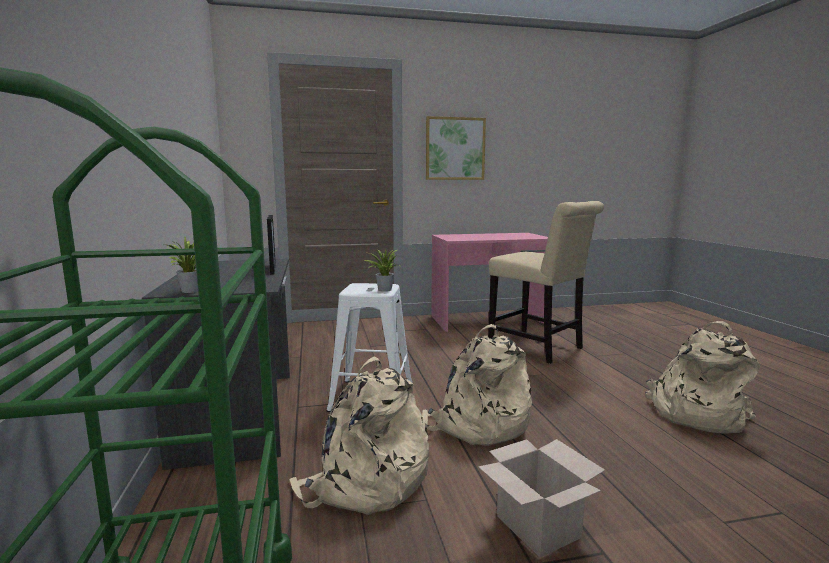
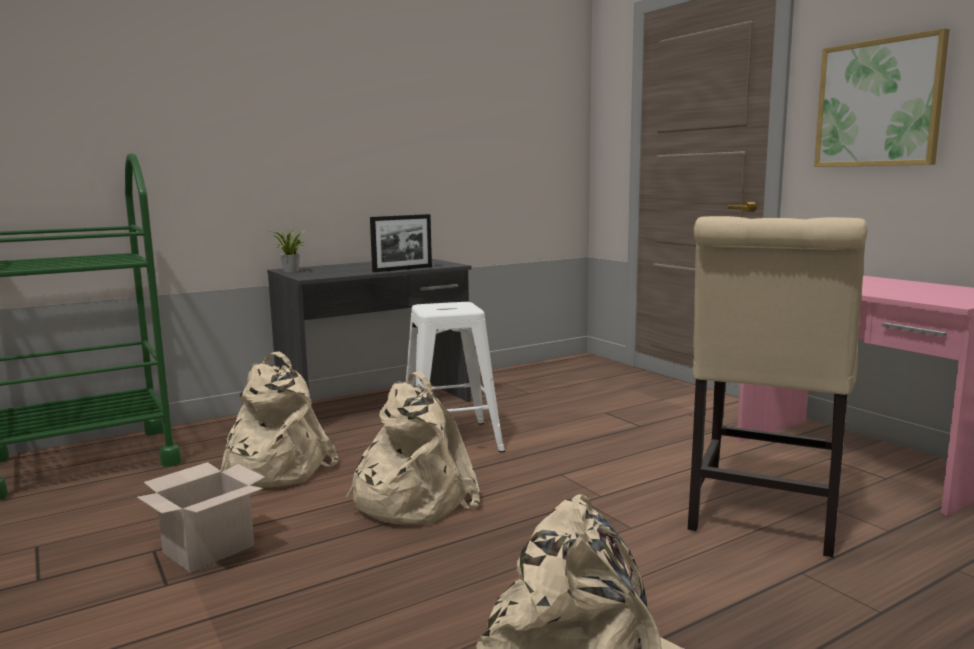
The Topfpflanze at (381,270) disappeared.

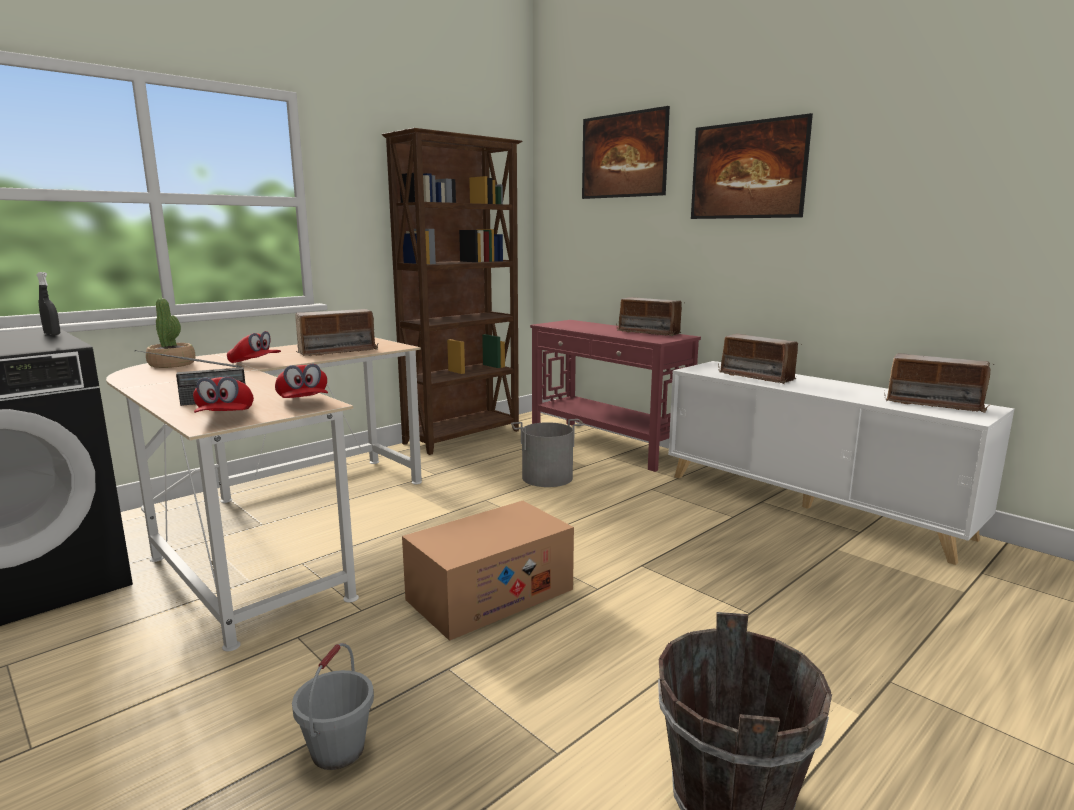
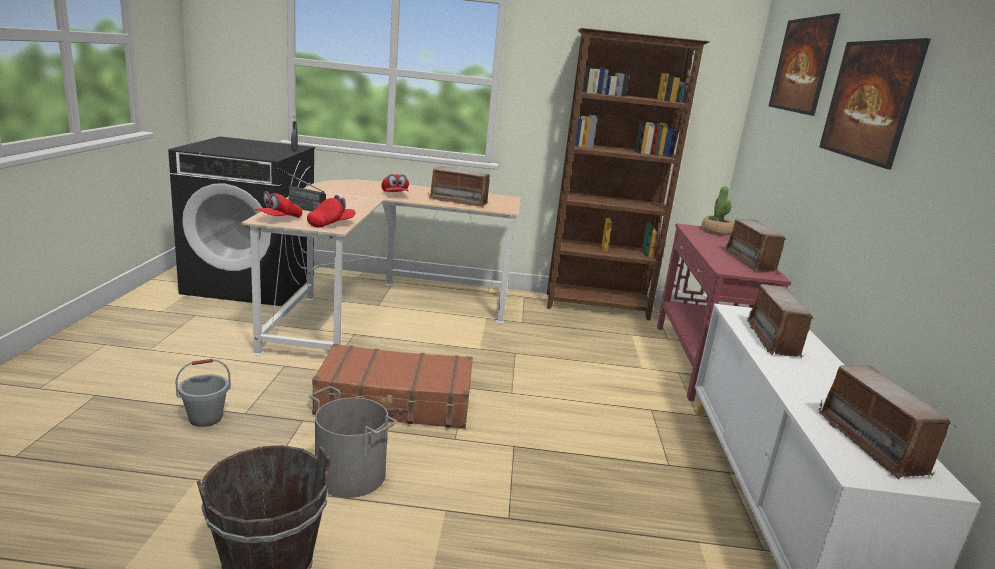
The Kappe (rot) at (301,380) turned 150 degrees counterclockwise.
The Eimer (grau) moved from (547,453) to (353,442).
The Karton at (488,571) was replaced by the Koffer (braun) at (392,386).
The Topfpflanze moved from (170,333) to (717,211).

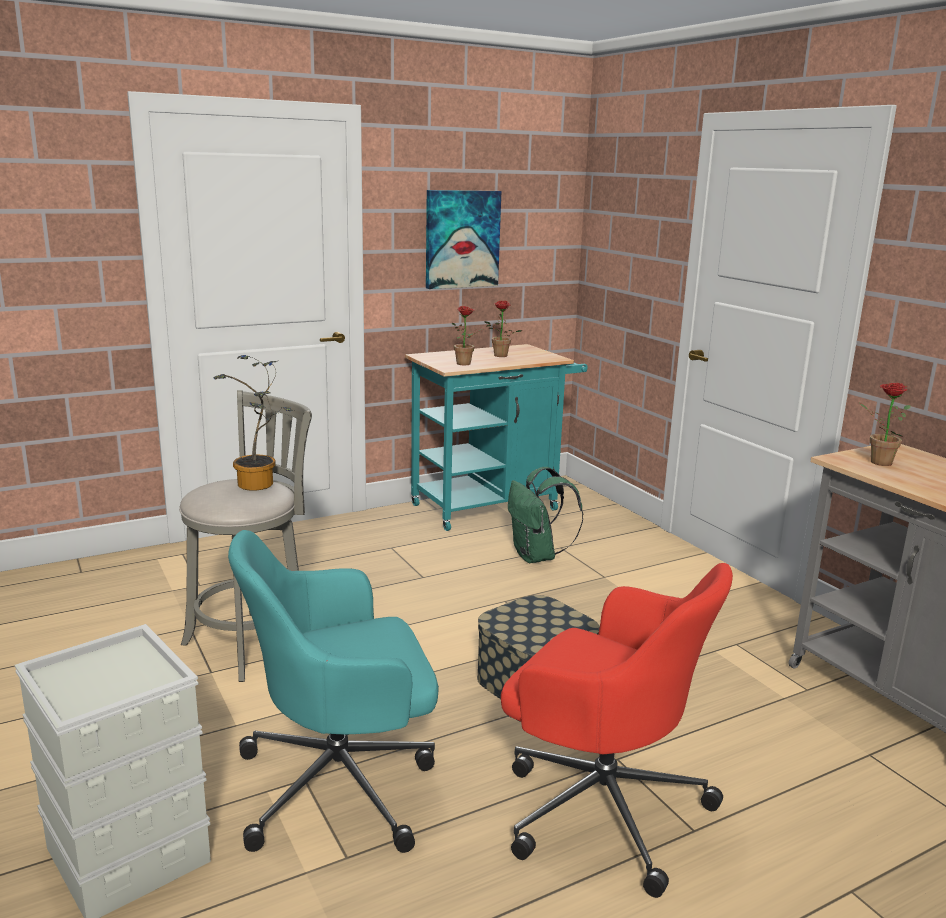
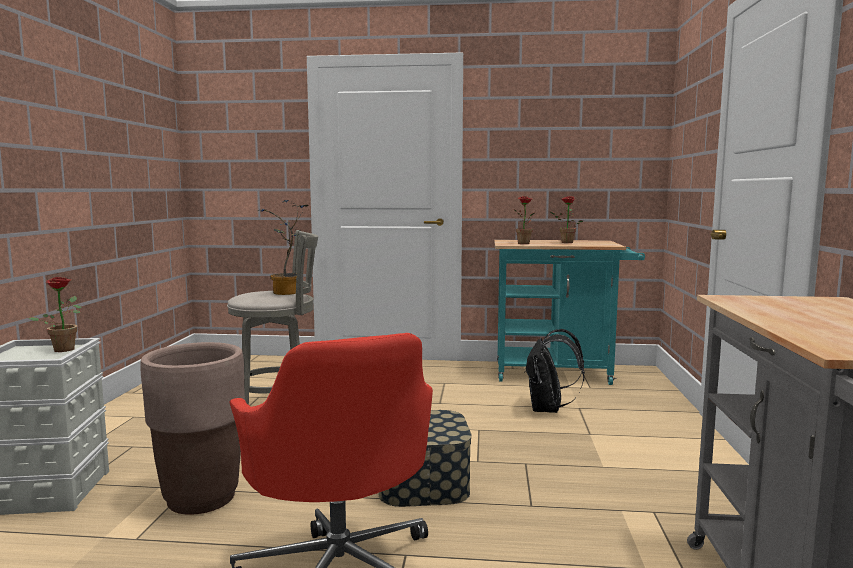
The Topfpflanze moved from (885,424) to (55,314).
The Bürostuhl (türkis) at (333,691) was replaced by the Pflanzkübel (braun) at (192,428).
The Rucksack (grün) at (545,515) became the Rucksack (schwarz) at (555,371).
The Bild at (463,239) disappeared.

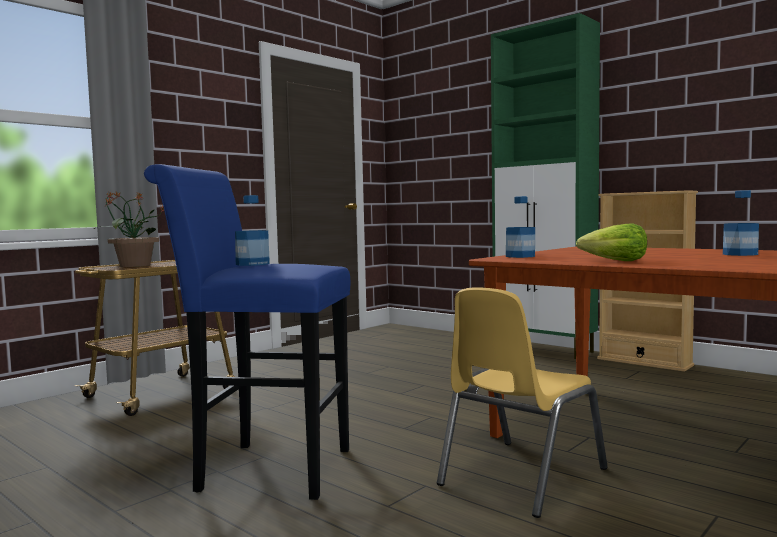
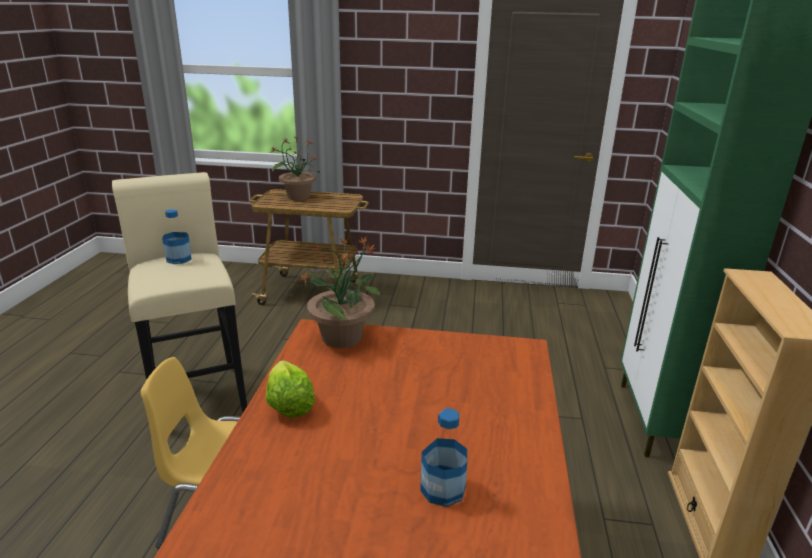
The Hocker (blau) at (247,332) became the Hocker (beige) at (179,292).
The Flasche at (520,227) was replaced by the Topfpflanze at (340,292).

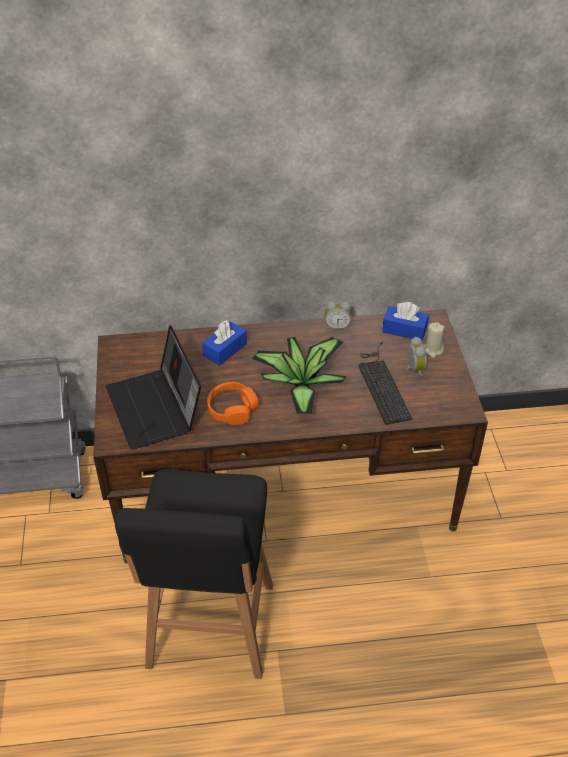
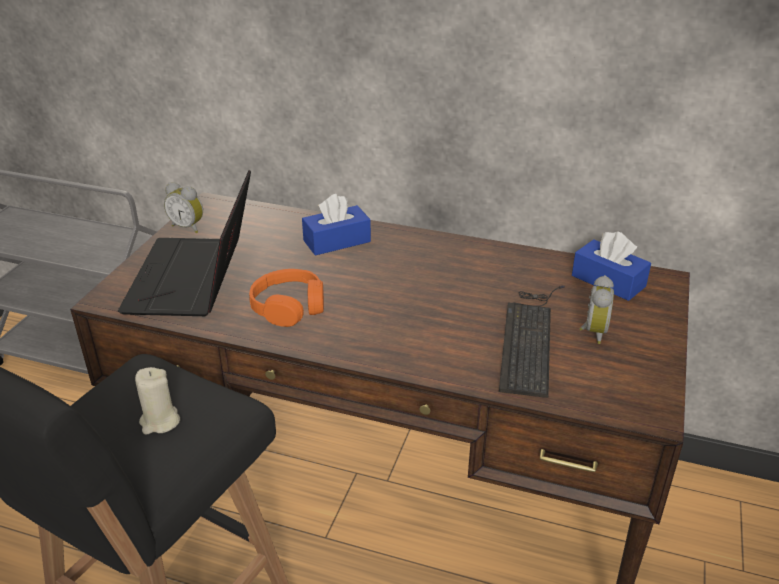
The Kerze (beige) moved from (434,340) to (157,401).
The Wecker moved from (338,315) to (183,207).
The Topfpflanze at (299,375) disappeared.

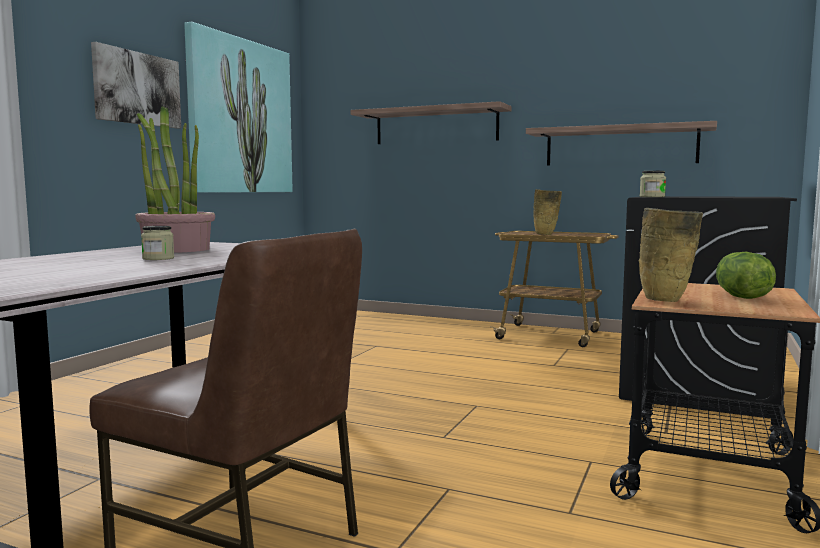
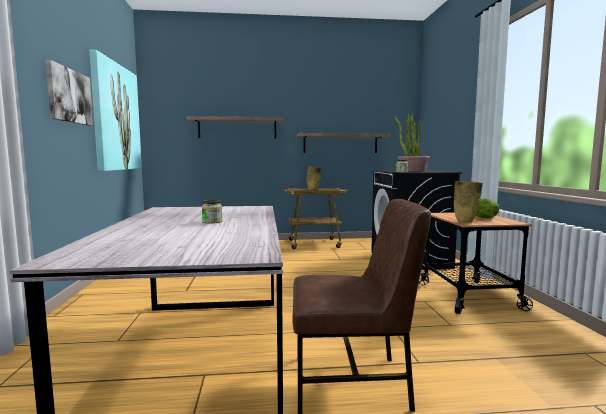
The Topfpflanze moved from (175,179) to (412,142).

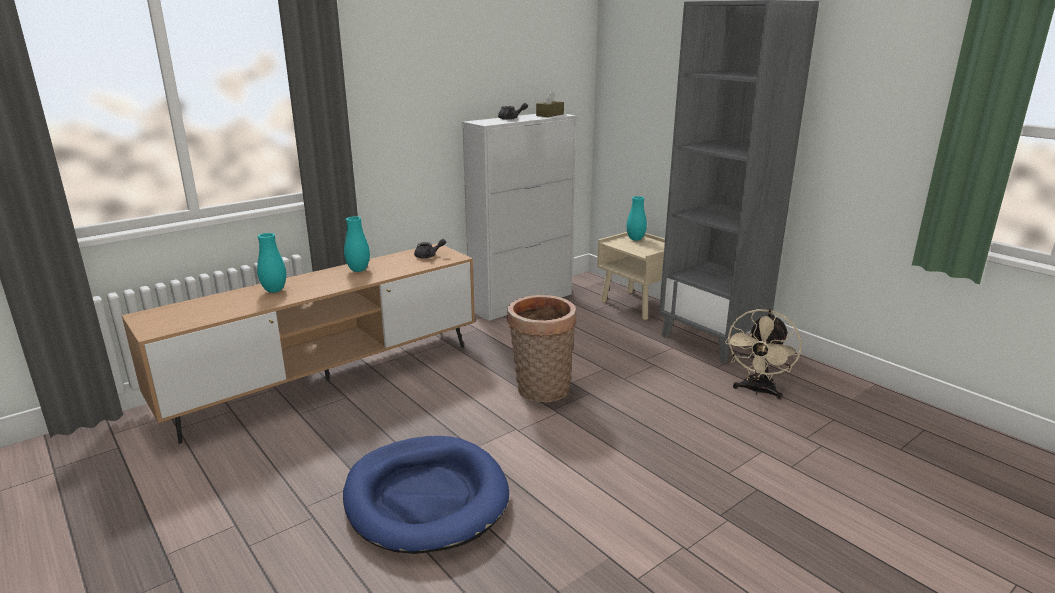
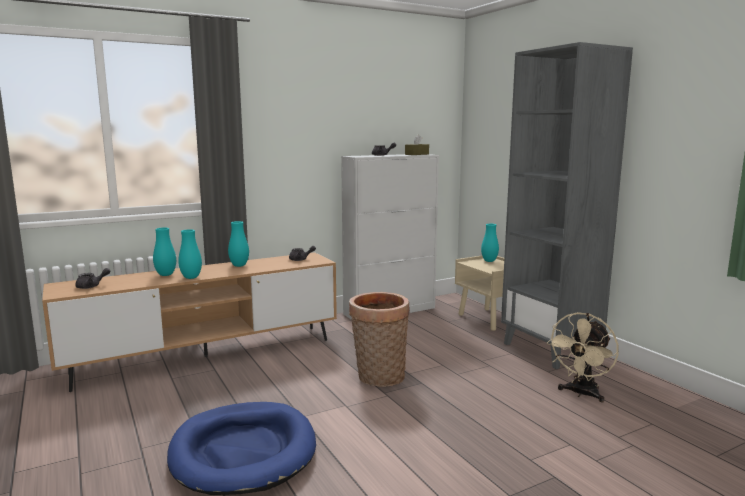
The Teekanne (grau) at (92,278) appeared.
The Vase (türkis) at (190,254) appeared.

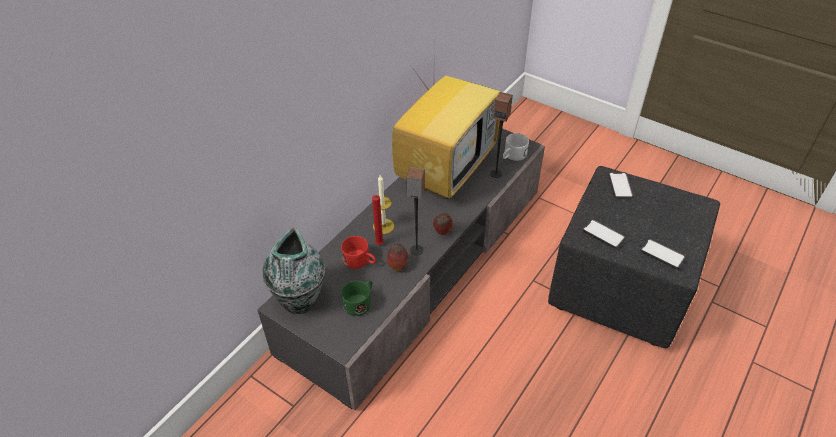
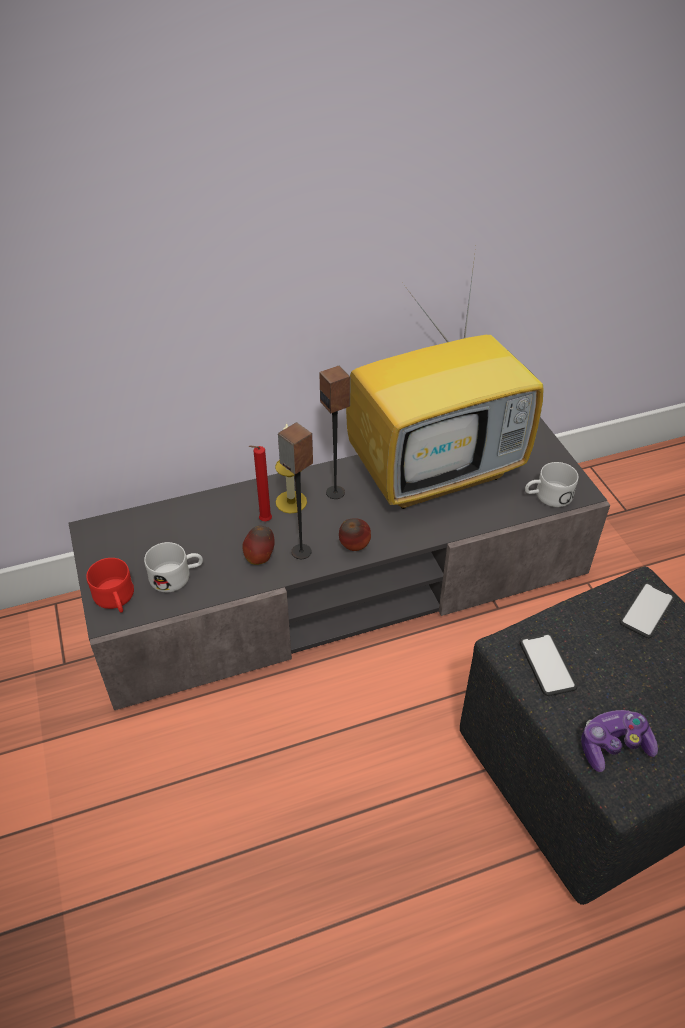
The Henkelbecher (rot) moved from (358,252) to (110,585).
The Henkelbecher (grün) at (356,298) became the Henkelbecher (weiß) at (173,567).
The Lautsprecher moved from (501,135) to (335,432).
The Handy at (663,253) was replaced by the Gamepad at (619,741).
The Vase at (294,270) disappeared.

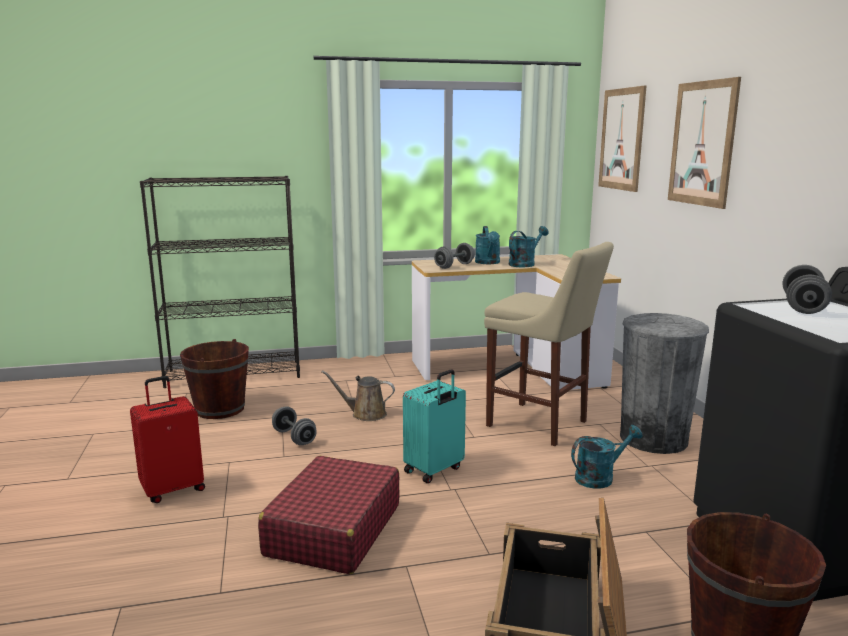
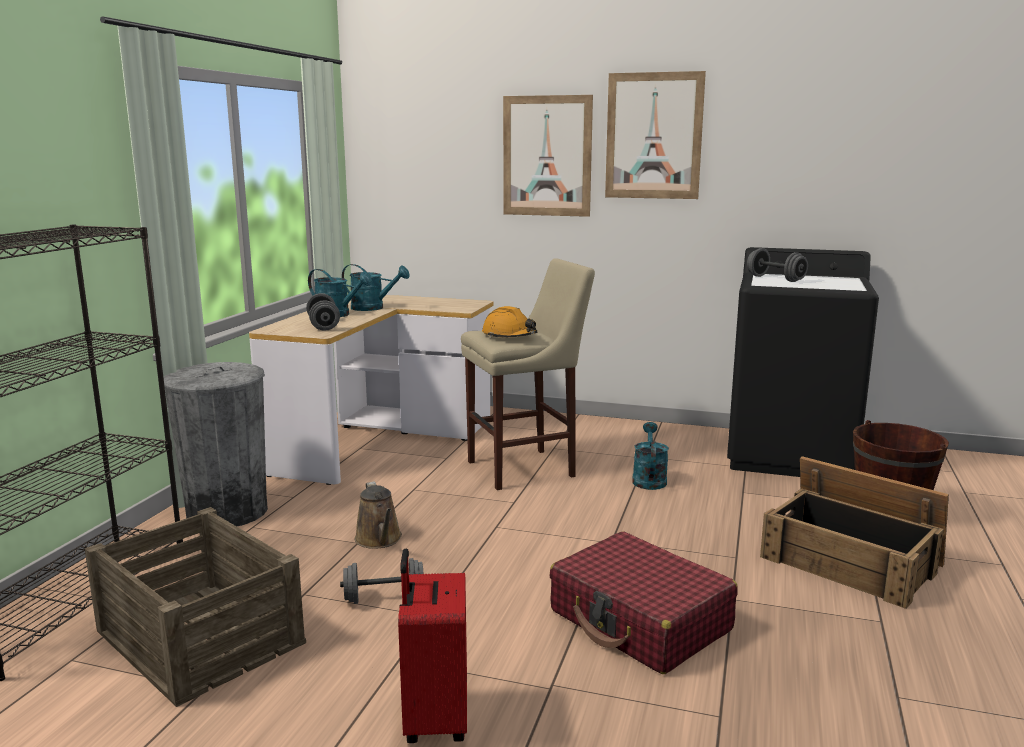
The Eimer (braun) at (214,379) was replaced by the Kiste at (195,607).
The Mülleimer (grau) moved from (664,383) to (215,444).
The Gießkanne (türkis) at (528,246) turned 120 degrees clockwise.
The Gießkanne (braun) at (358,395) turned 60 degrees counterclockwise.
The Schutzhelm (orange) at (509,322) appeared.
The Bild moved from (622,139) to (655,135).
The Koffer (türkis) at (434,426) disappeared.

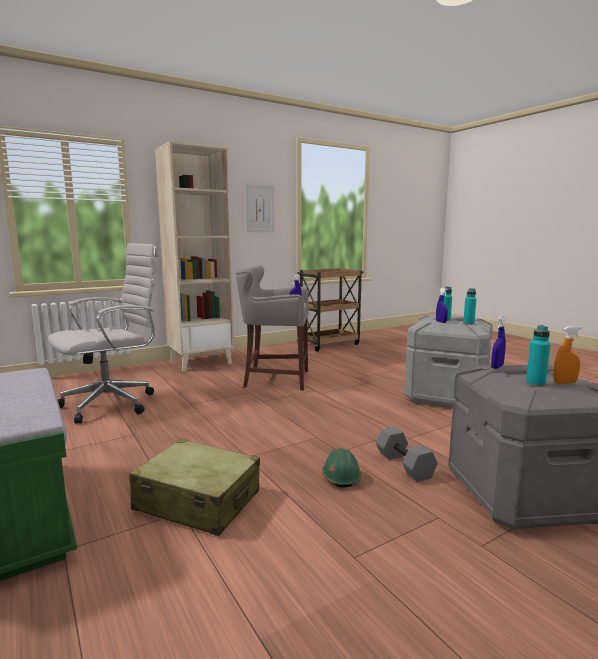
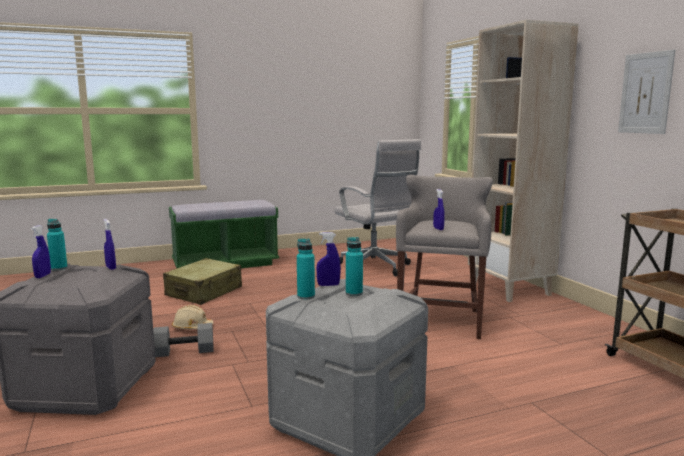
The Sprühflasche (orange) at (568,355) became the Sprühflasche (blau) at (41,251).
The Schutzhelm (grün) at (342,468) became the Schutzhelm (beige) at (192,317).

